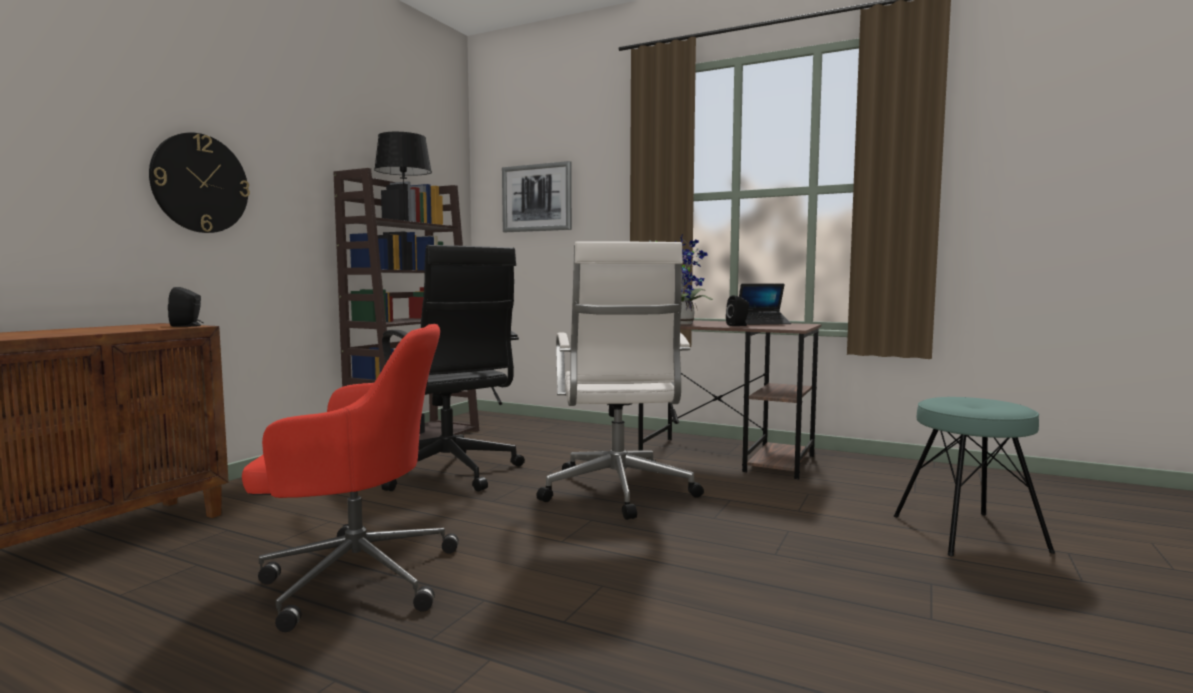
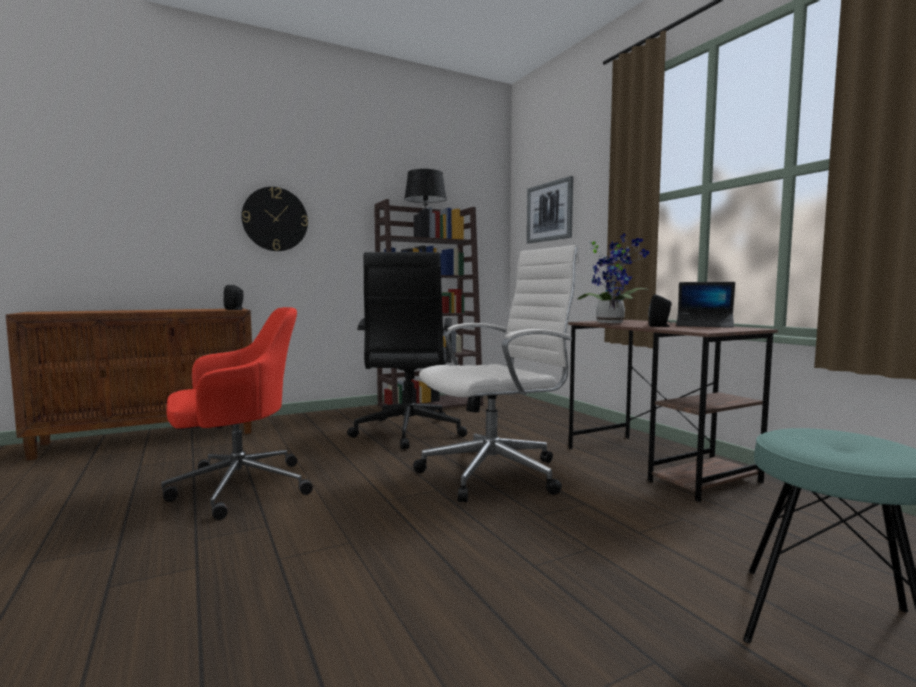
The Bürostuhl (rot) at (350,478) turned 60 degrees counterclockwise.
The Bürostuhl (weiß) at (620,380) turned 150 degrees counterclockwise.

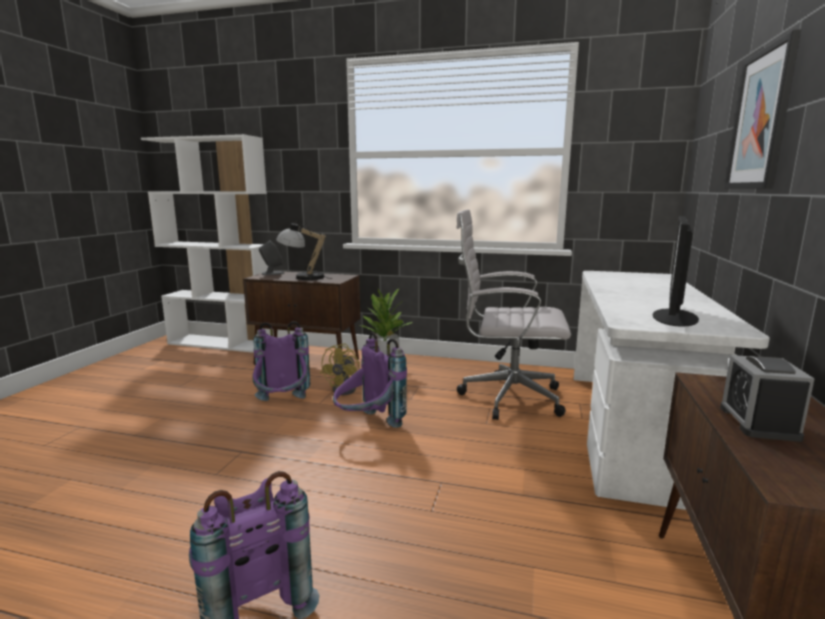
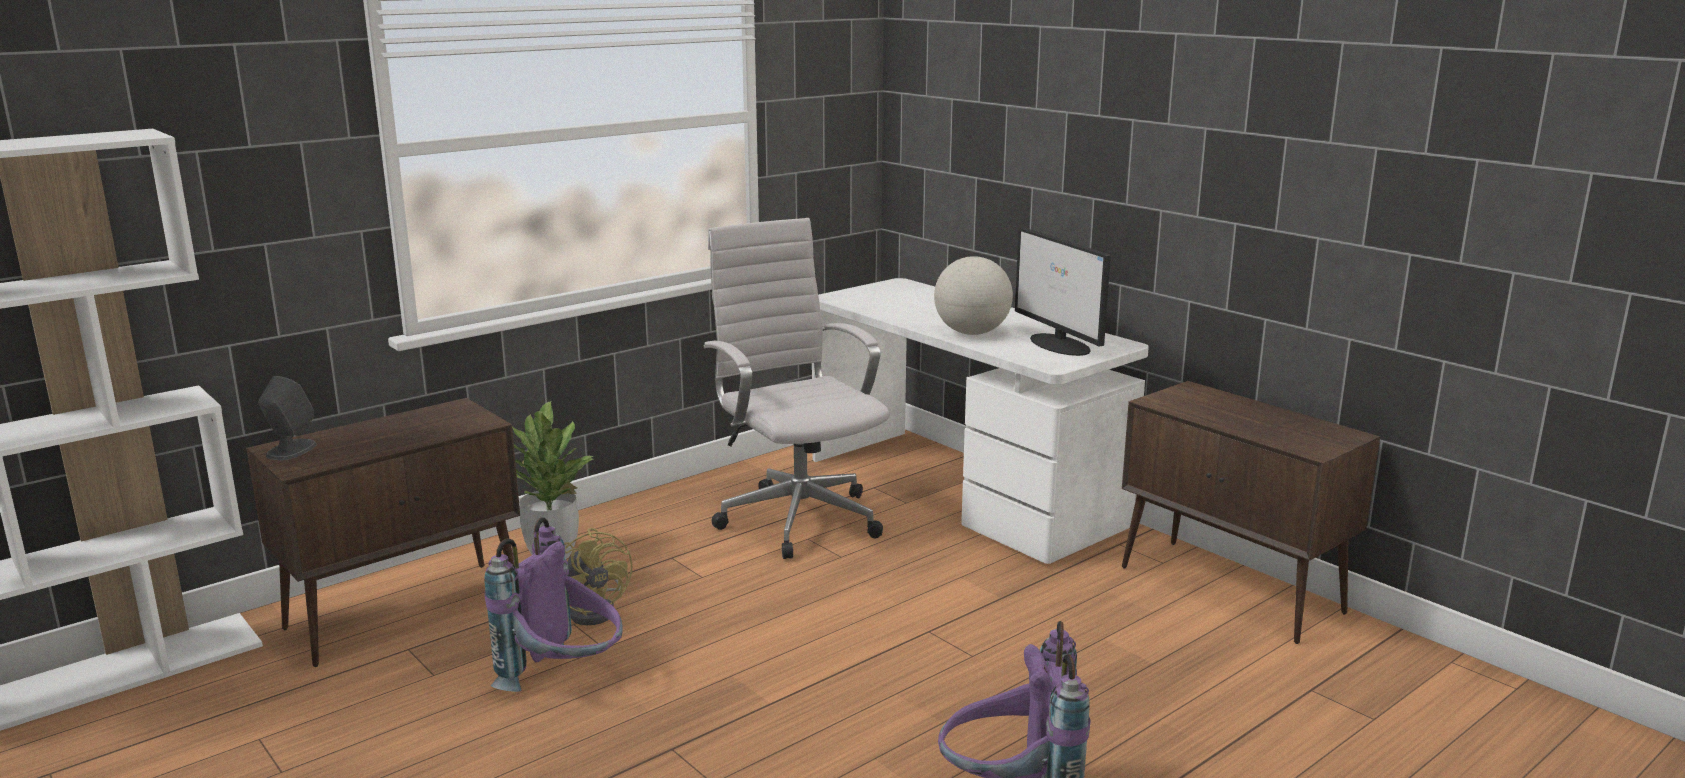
The Bürostuhl (weiß) at (513,314) turned 105 degrees clockwise.
The Globus at (973,295) appeared.
The Tischlampe at (304,250) disappeared.
The Rucksack (lila) at (370,380) disappeared.
The Wecker at (767,398) disappeared.
The Bild at (762,109) disappeared.

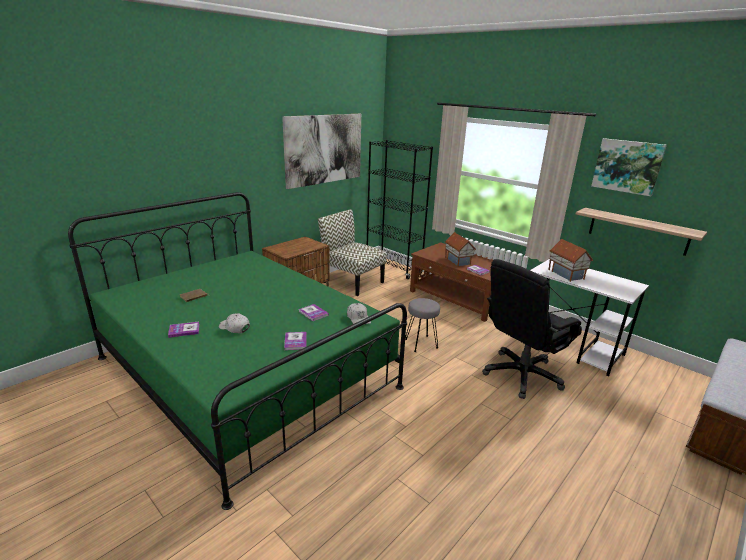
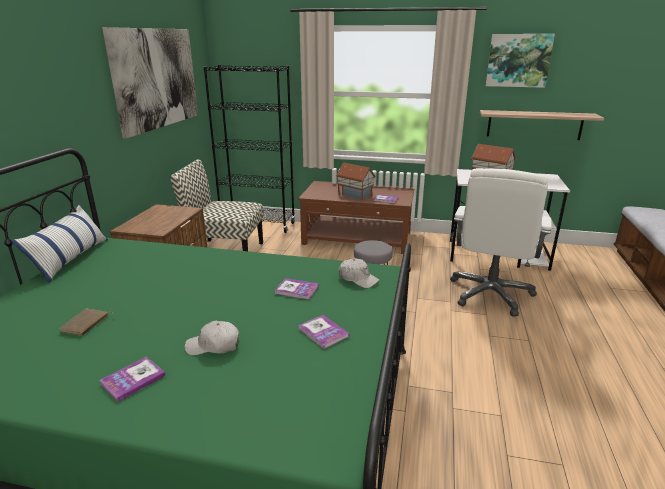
The Kissen at (59,244) appeared.
The Bürostuhl (schwarz) at (532,329) became the Bürostuhl (weiß) at (501,242).

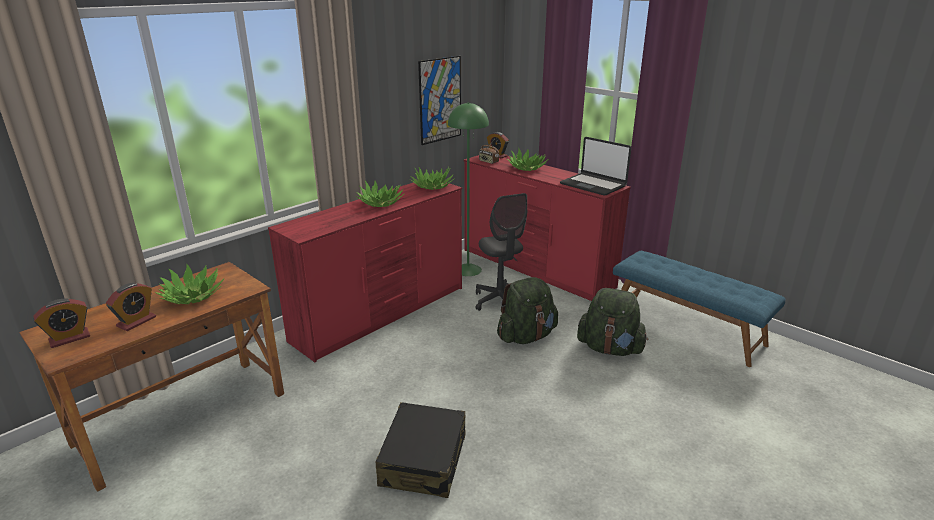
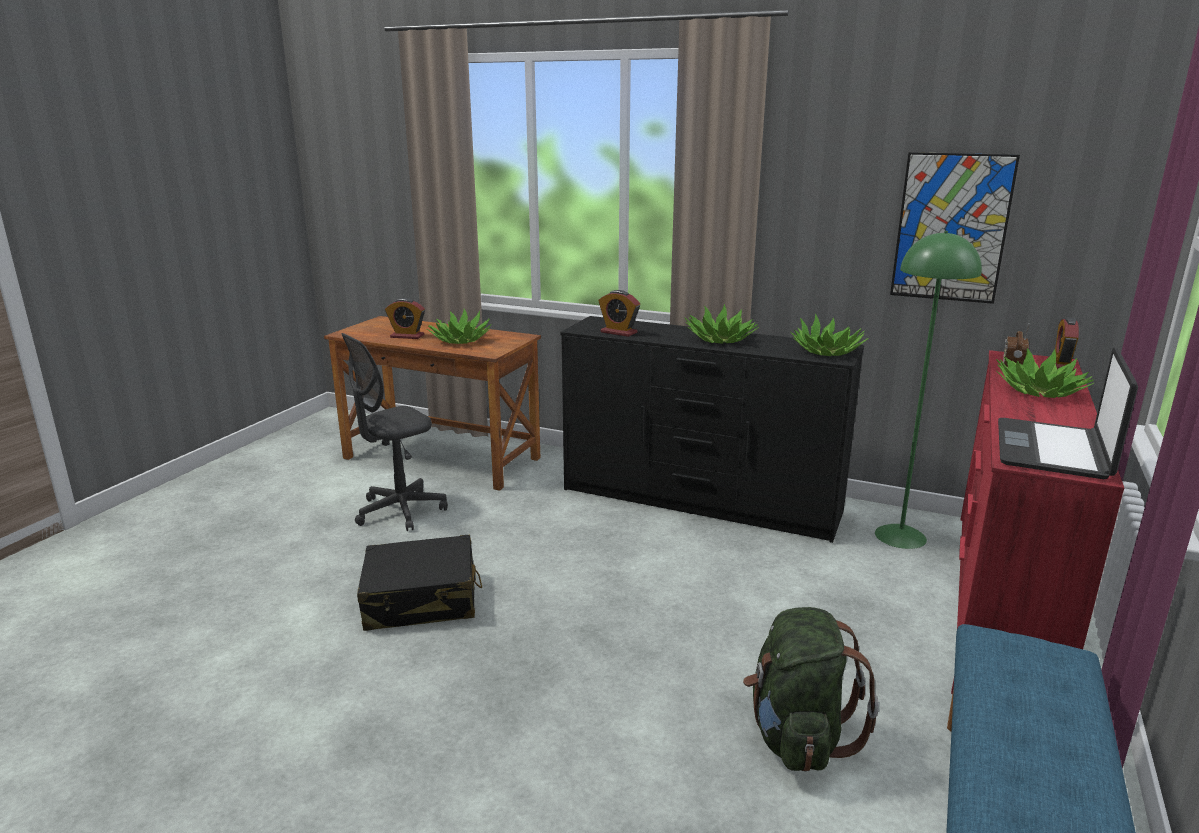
The Bürostuhl (grau) moved from (501,252) to (394,432).
The Kommode (rot) at (365,271) became the Kommode (schwarz) at (712,429).
The Wecker moved from (61,323) to (619,313).
The Rucksack (grün) at (527,310) disappeared.

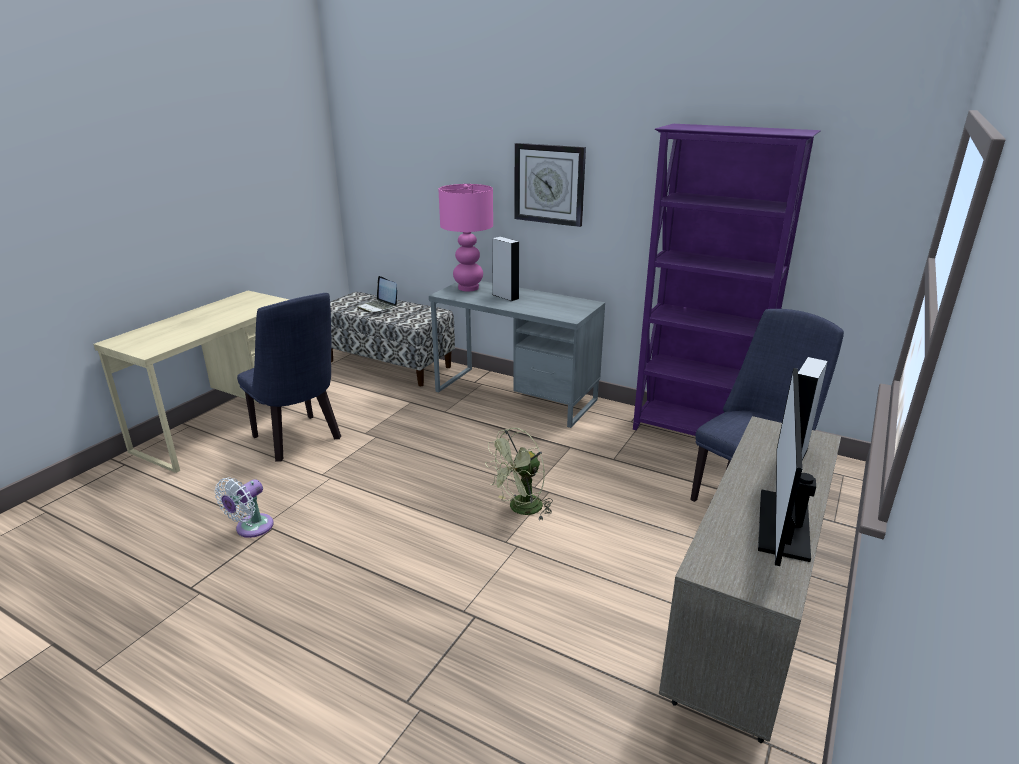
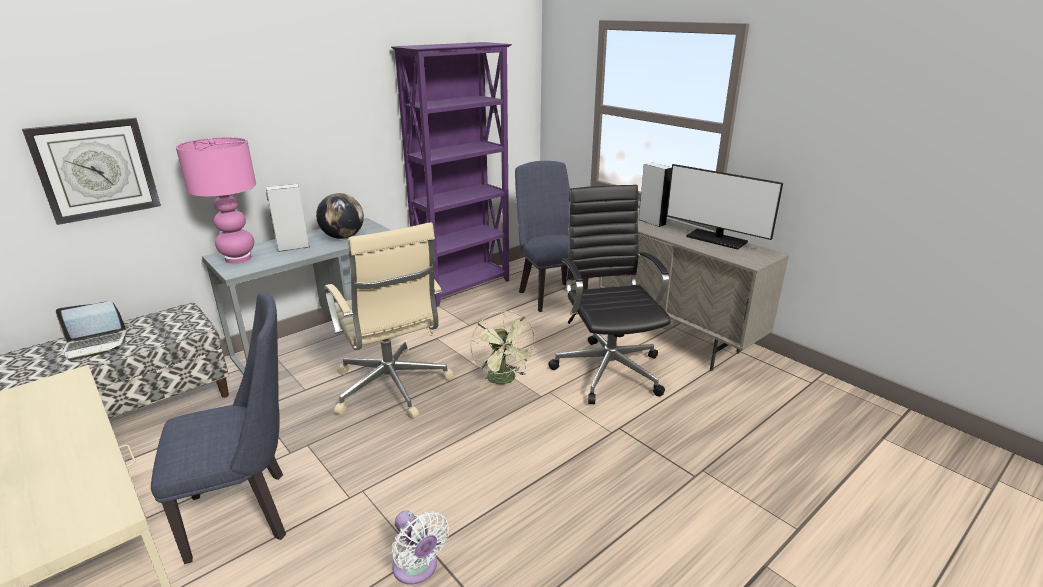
The Wanduhr moved from (550,185) to (91,171).
The Globus at (340,216) appeared.
The Bürostuhl (beige) at (390,320) appeared.
The Bürostuhl (schwarz) at (609,294) appeared.

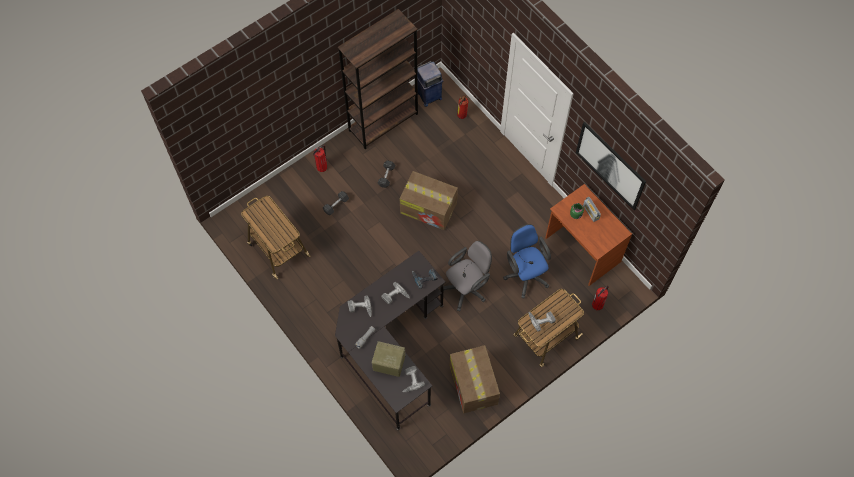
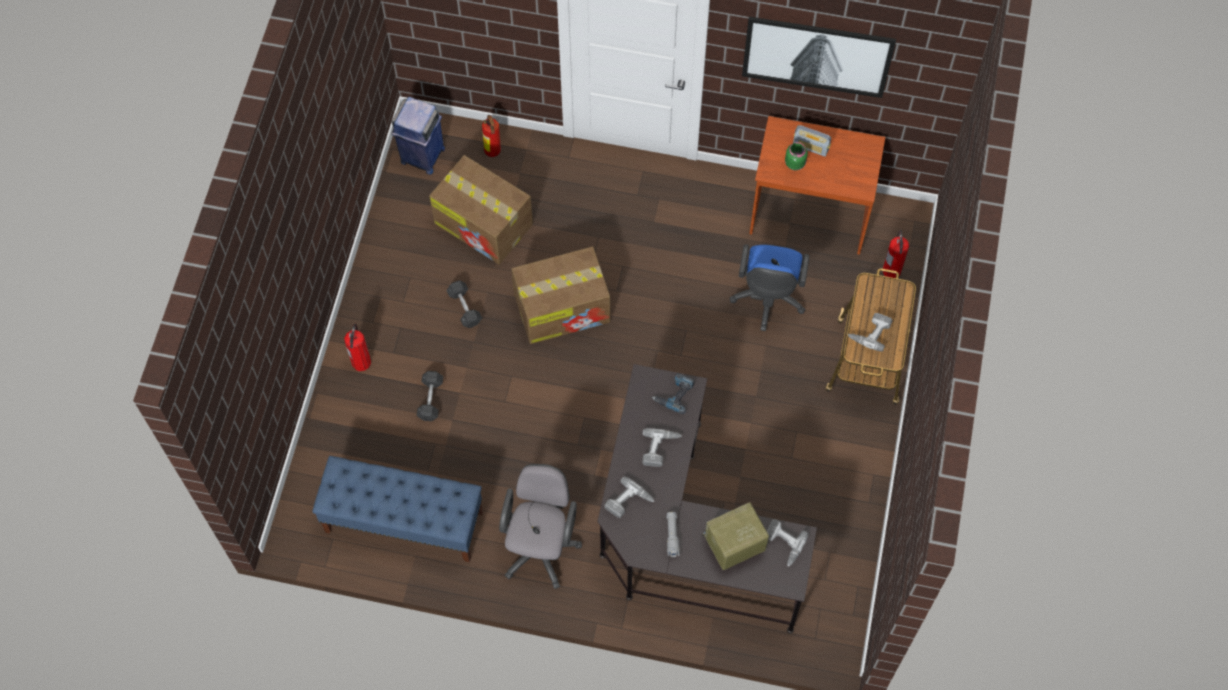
The Rollwagen at (276,237) was replaced by the Bank (blau) at (397,509).
The Karton moved from (475,379) to (481,210).
The Bürostuhl (grau) moved from (466,276) to (540,526).
The Bürostuhl (blau) at (527,261) turned 105 degrees counterclockwise.
The Bücherregal (braun) at (378,79) disappeared.

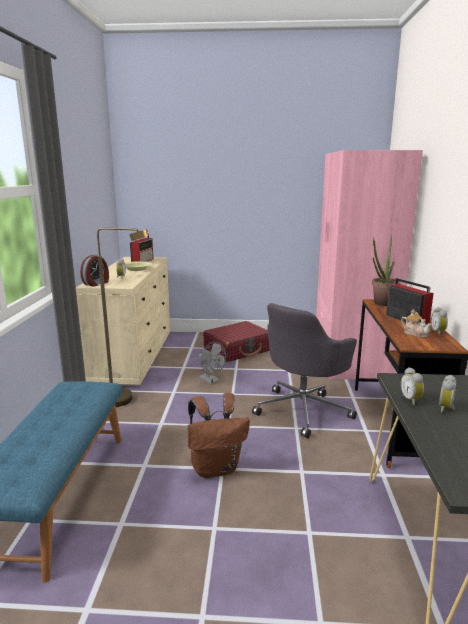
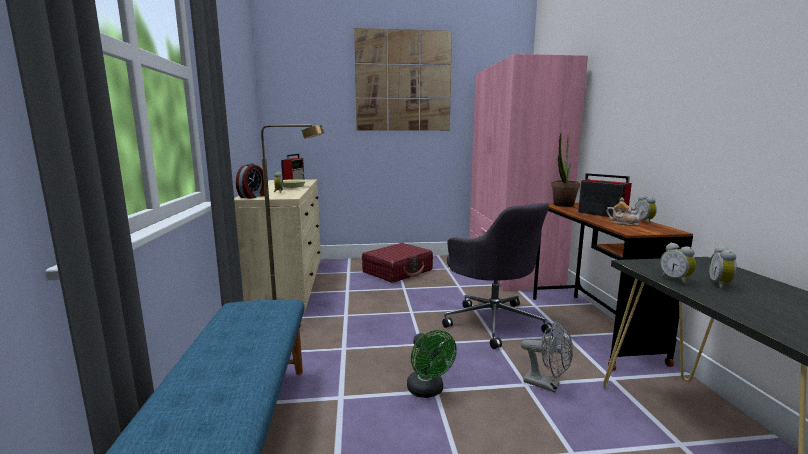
The Bild at (403,79) appeared.
The Rucksack (braun) at (218,435) was replaced by the Ventilator (grün) at (432,364).
The Bürostuhl (grau) at (304,370) turned 60 degrees counterclockwise.
The Ventilator (grau) moved from (212,363) to (547,356).

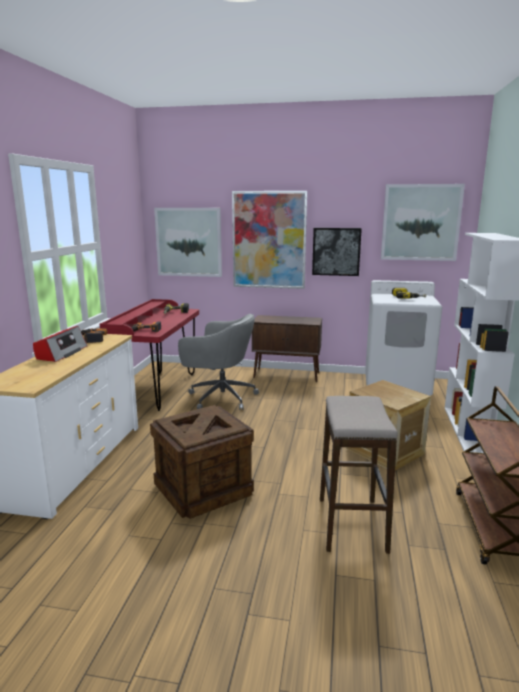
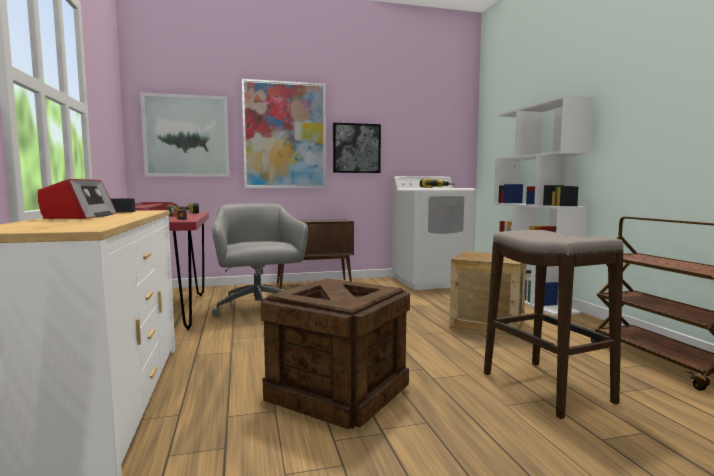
The Bürostuhl (grau) at (218,362) turned 105 degrees counterclockwise.
The Bild at (423,222) disappeared.

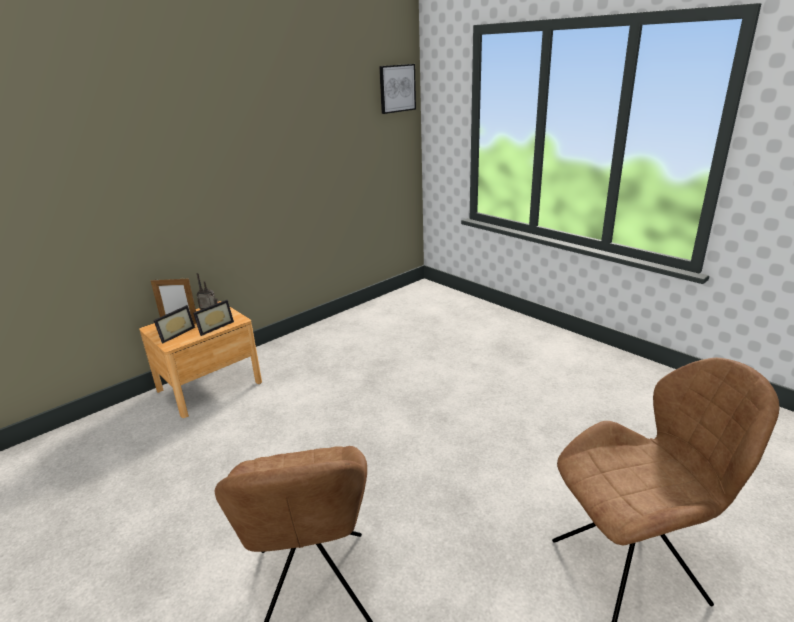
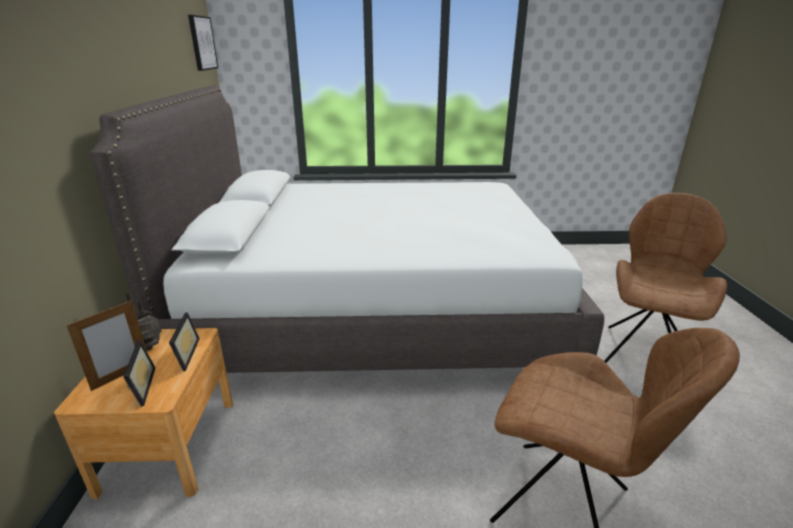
The Bett (weiß) at (346,229) appeared.

